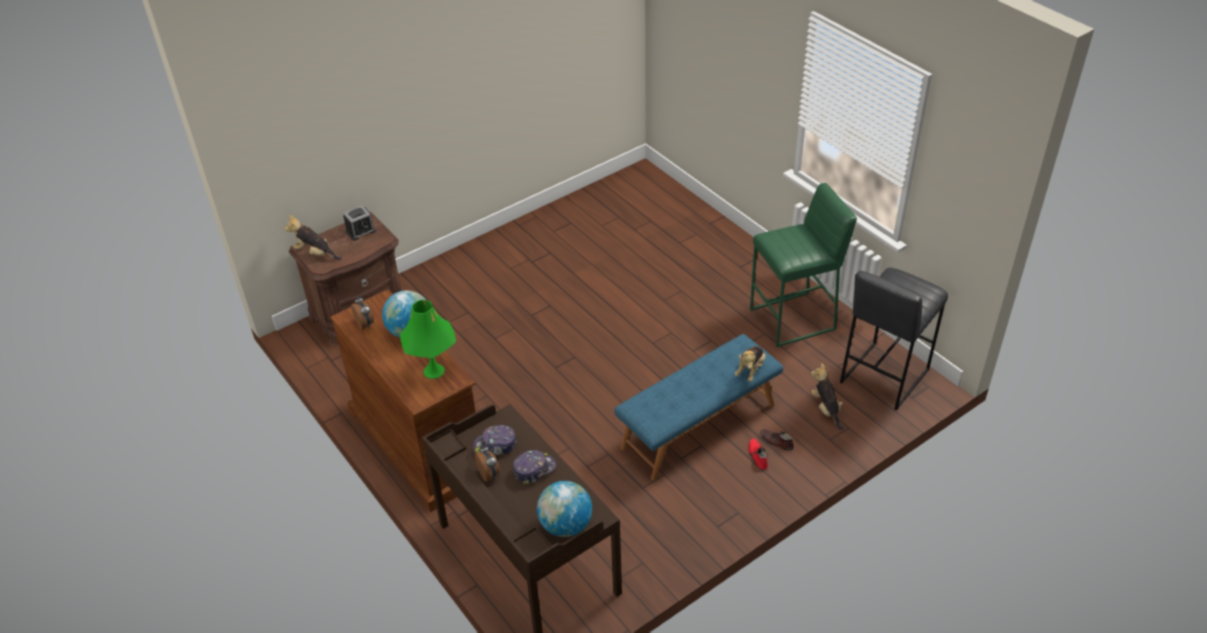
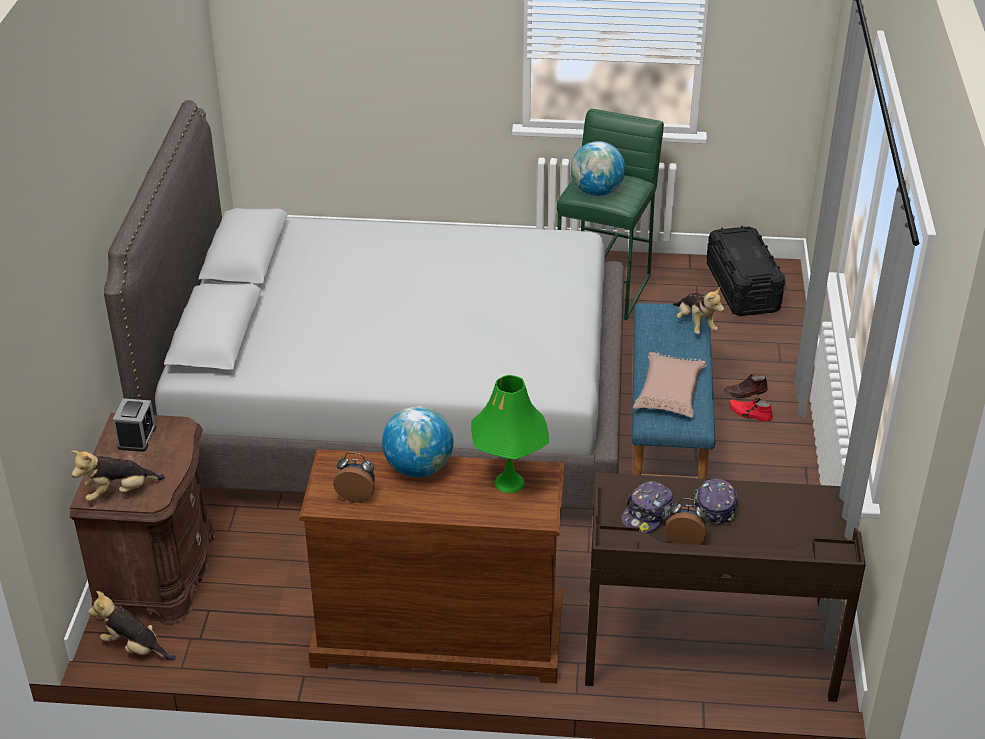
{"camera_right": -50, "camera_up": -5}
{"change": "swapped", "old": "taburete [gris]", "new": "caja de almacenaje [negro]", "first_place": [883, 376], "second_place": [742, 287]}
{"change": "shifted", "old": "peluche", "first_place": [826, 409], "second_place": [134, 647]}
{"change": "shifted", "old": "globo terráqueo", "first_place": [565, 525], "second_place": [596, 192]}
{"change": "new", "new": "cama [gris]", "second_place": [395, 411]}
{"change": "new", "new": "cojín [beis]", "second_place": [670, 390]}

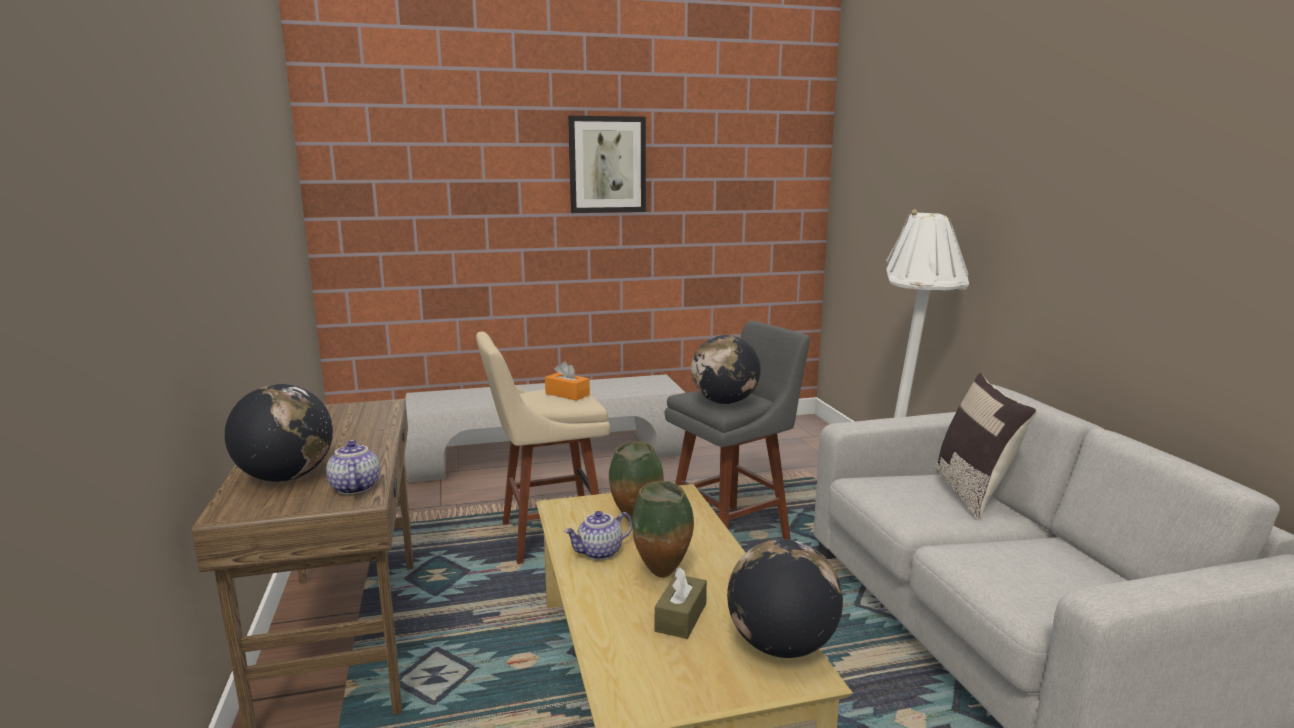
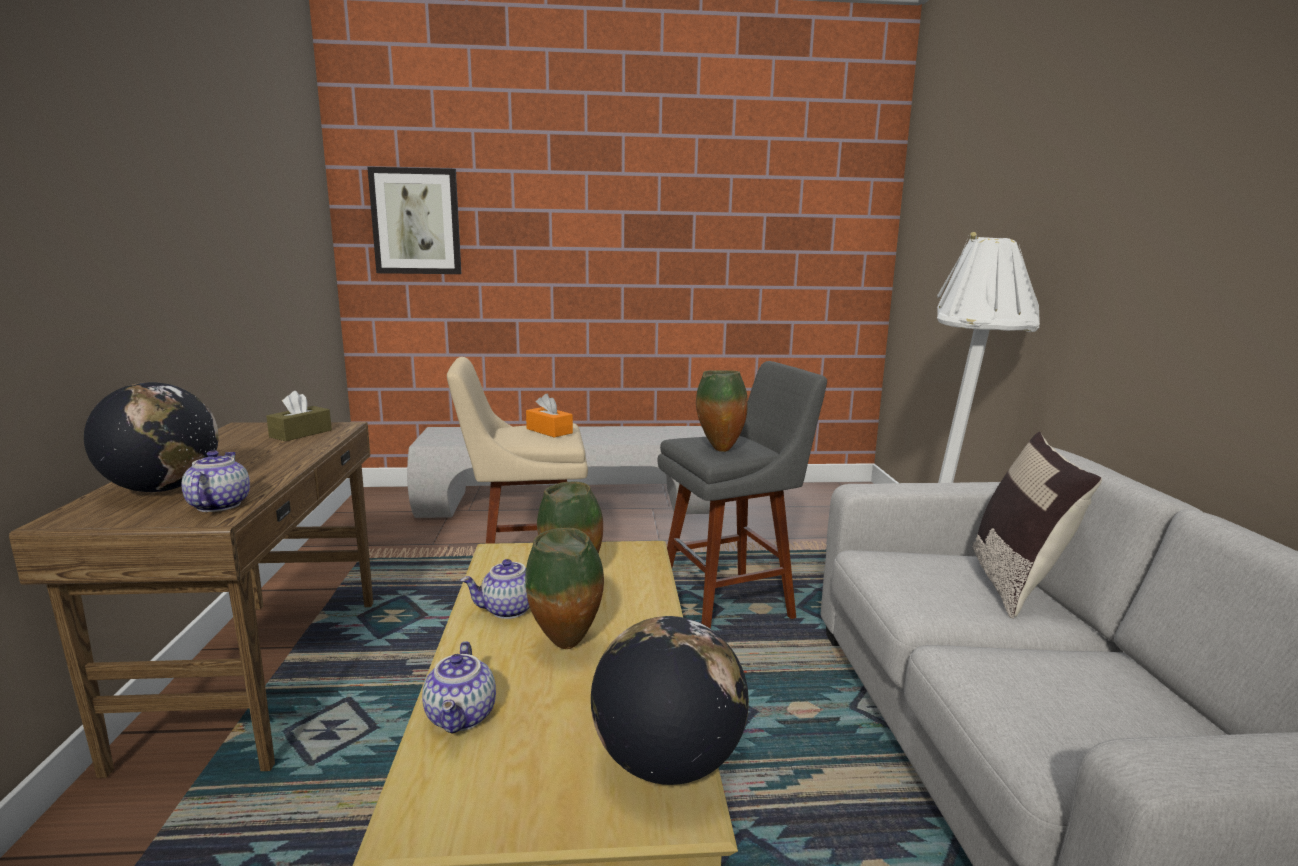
{"camera_right": 10, "camera_up": 0}
{"change": "shifted", "old": "cuadro", "first_place": [607, 165], "second_place": [416, 221]}
{"change": "swapped", "old": "globo terráqueo", "new": "florero", "first_place": [724, 402], "second_place": [719, 450]}
{"change": "shifted", "old": "caja de pañuelos [marrón]", "first_place": [681, 617], "second_place": [301, 433]}
{"change": "new", "new": "tetera", "second_place": [462, 717]}

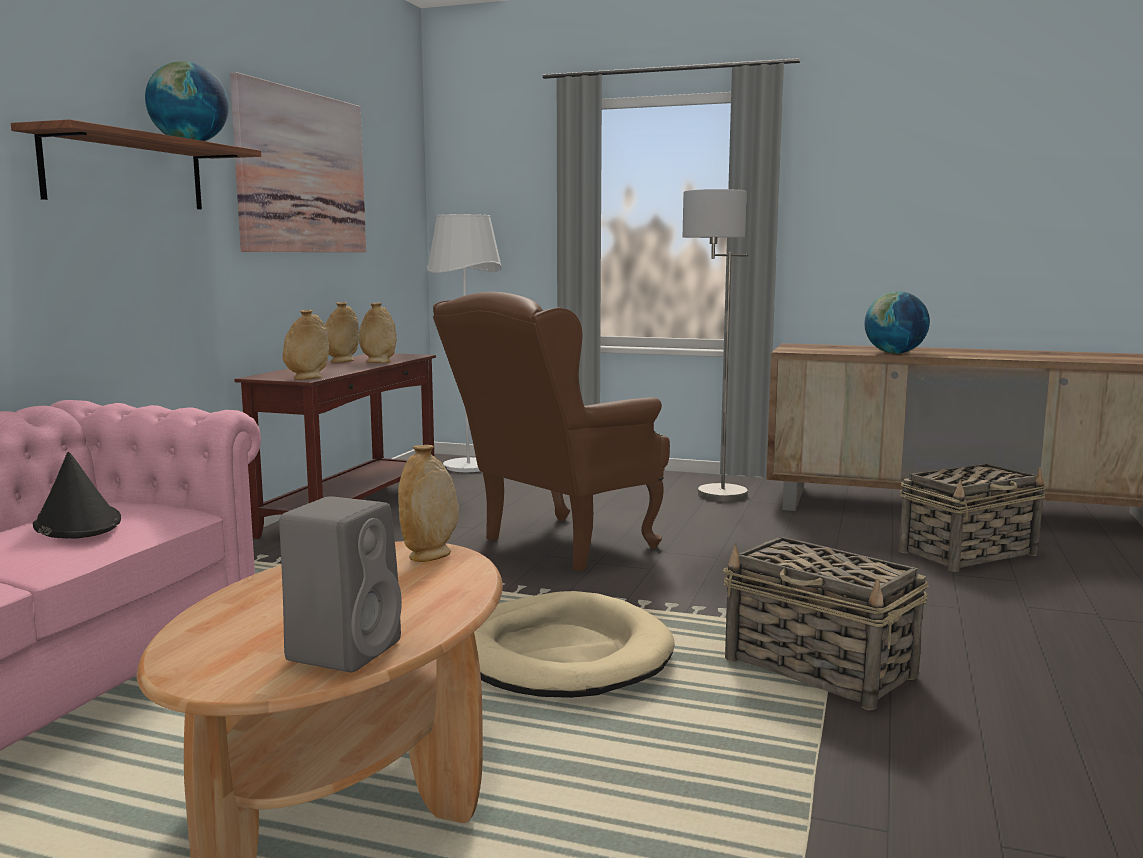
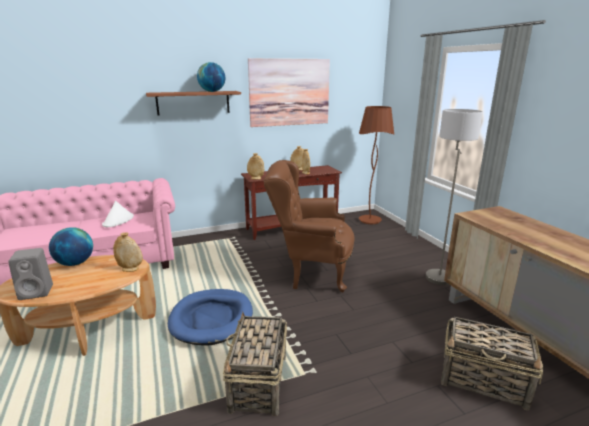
{"camera_right": 50, "camera_up": 10}
{"change": "repainted", "old": "lámpara de pie [blanco]", "new": "lámpara de pie [marrón]", "first_place": [468, 467], "second_place": [369, 220]}
{"change": "shifted", "old": "globo terráqueo", "first_place": [894, 353], "second_place": [75, 263]}
{"change": "repainted", "old": "sombrero [negro]", "new": "sombrero [blanco]", "first_place": [76, 523], "second_place": [118, 220]}
{"change": "repainted", "old": "cama para perro [beis]", "new": "cama para perro [azul]", "first_place": [559, 654], "second_place": [212, 319]}

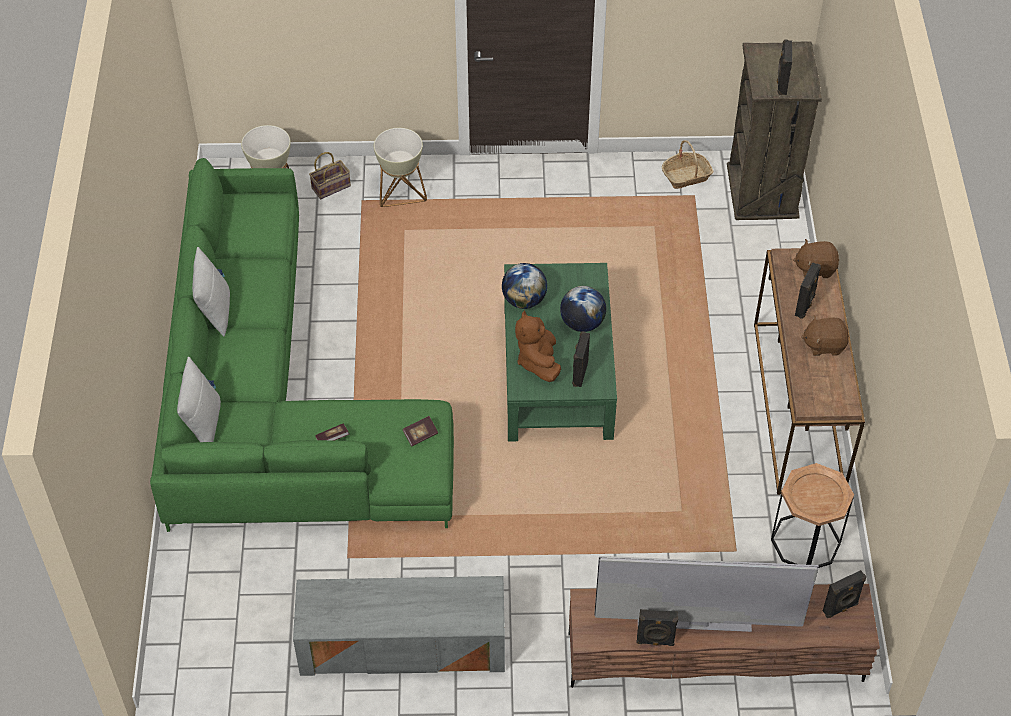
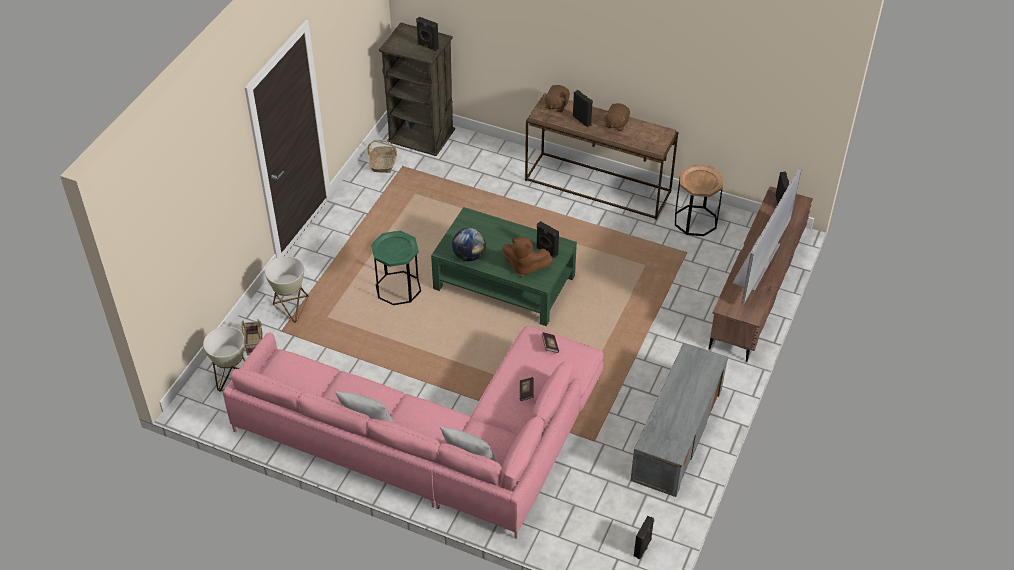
{"camera_right": -65, "camera_up": -5}
{"change": "repainted", "old": "sofá [verde]", "new": "sofá [rosa]", "first_place": [275, 399], "second_place": [435, 439]}
{"change": "gone", "old": "globo terráqueo", "first_place": [582, 323]}
{"change": "shifted", "old": "altavoz [negro]", "first_place": [655, 641], "second_place": [643, 548]}
{"change": "new", "new": "mesa auxiliar [verde]", "second_place": [398, 288]}

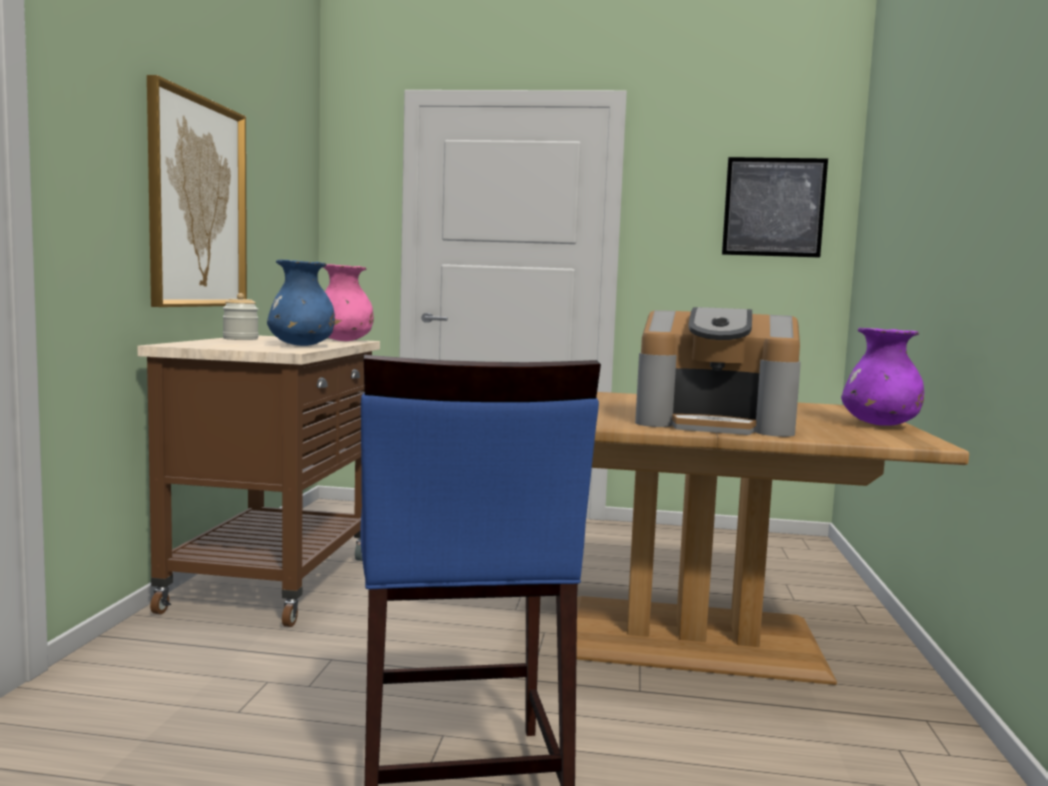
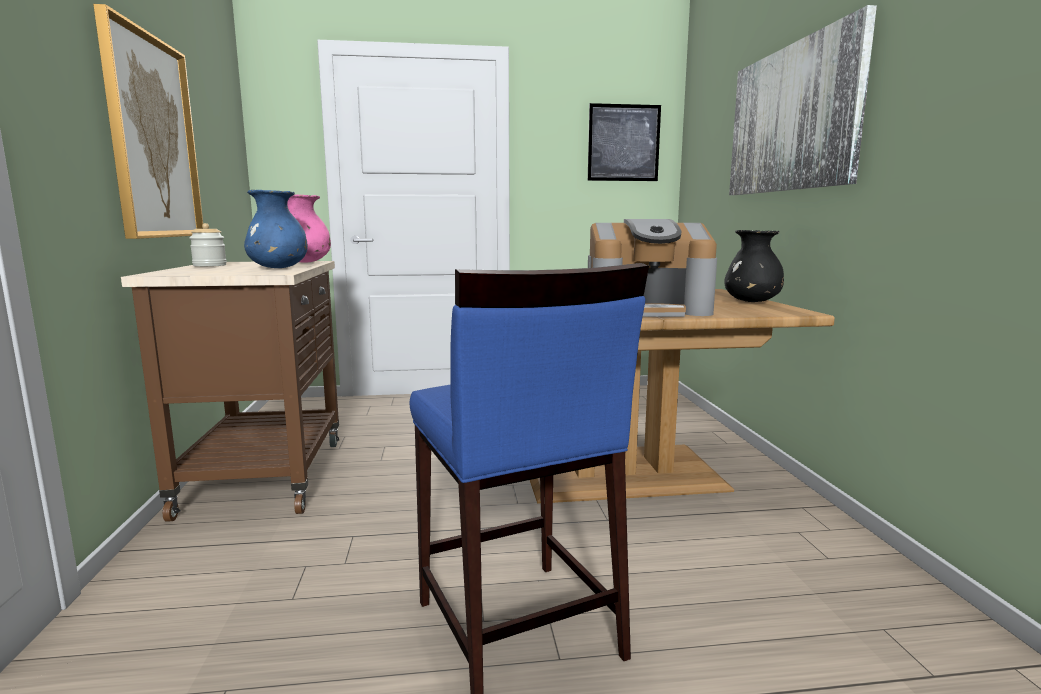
{"camera_right": -15, "camera_up": 5}
{"change": "repainted", "old": "florero [morado]", "new": "florero [negro]", "first_place": [879, 425], "second_place": [751, 302]}
{"change": "new", "new": "cuadro", "second_place": [792, 119]}

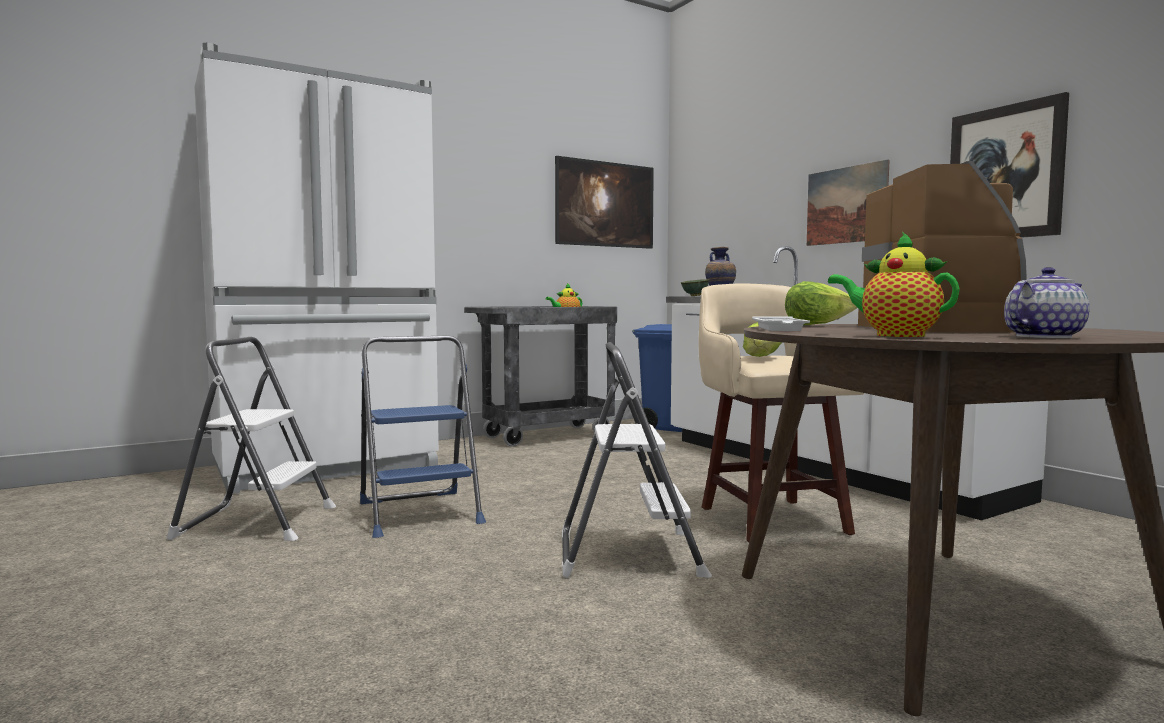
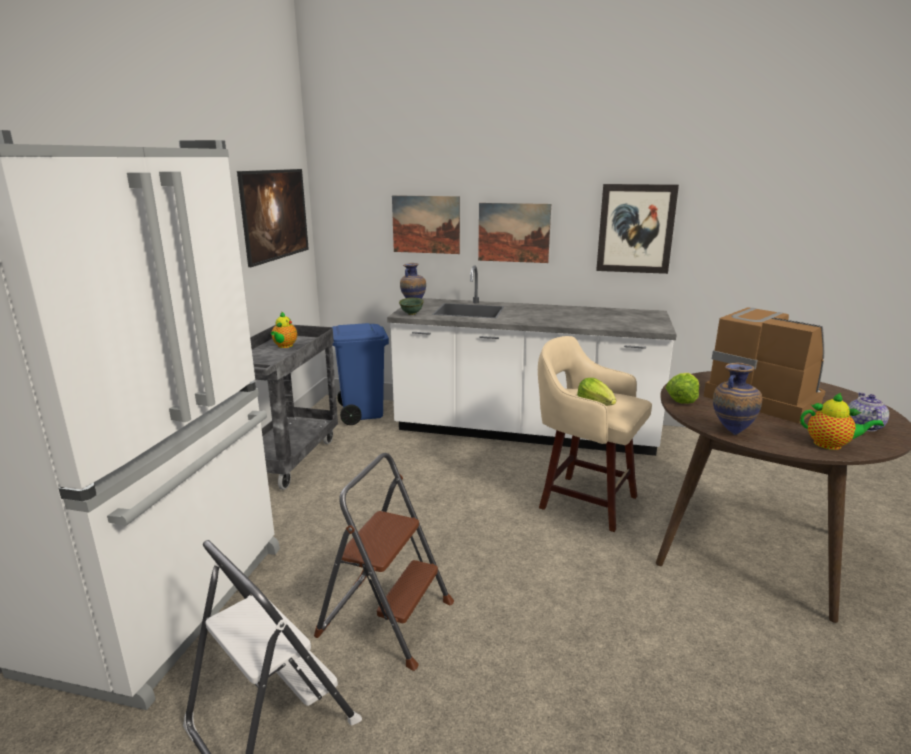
{"camera_right": -45, "camera_up": 15}
{"change": "rotated", "old": "tetera", "first_place": [894, 335], "second_place": [831, 445], "degrees": -150}
{"change": "swapped", "old": "bandeja [blanco]", "new": "florero", "first_place": [779, 329], "second_place": [731, 432]}
{"change": "repainted", "old": "escalera de tijera [azul]", "new": "escalera de tijera [marrón]", "first_place": [419, 511], "second_place": [381, 616]}
{"change": "gone", "old": "escalera de tijera [blanco]", "first_place": [622, 553]}
{"change": "new", "new": "cuadro", "second_place": [426, 224]}

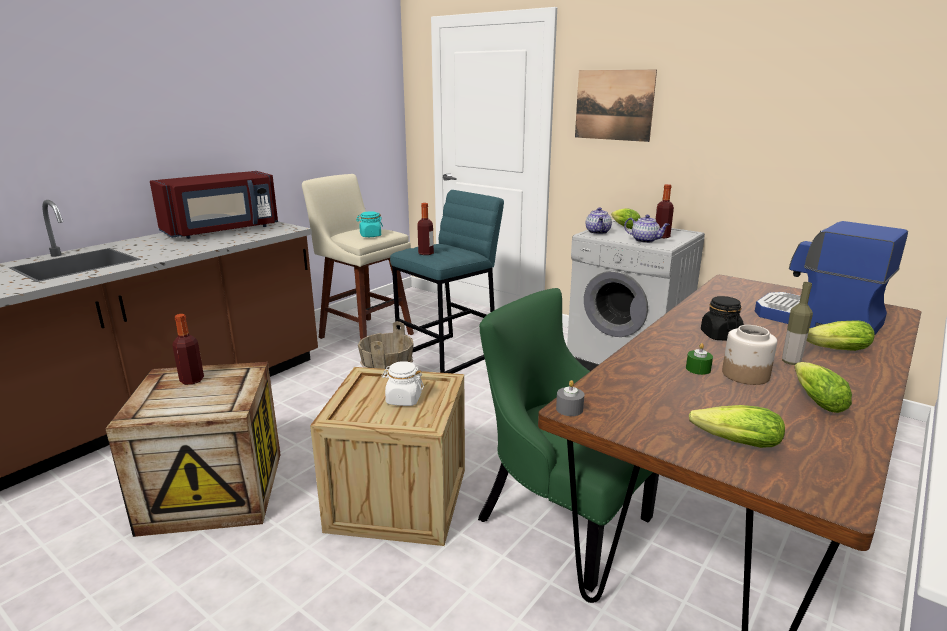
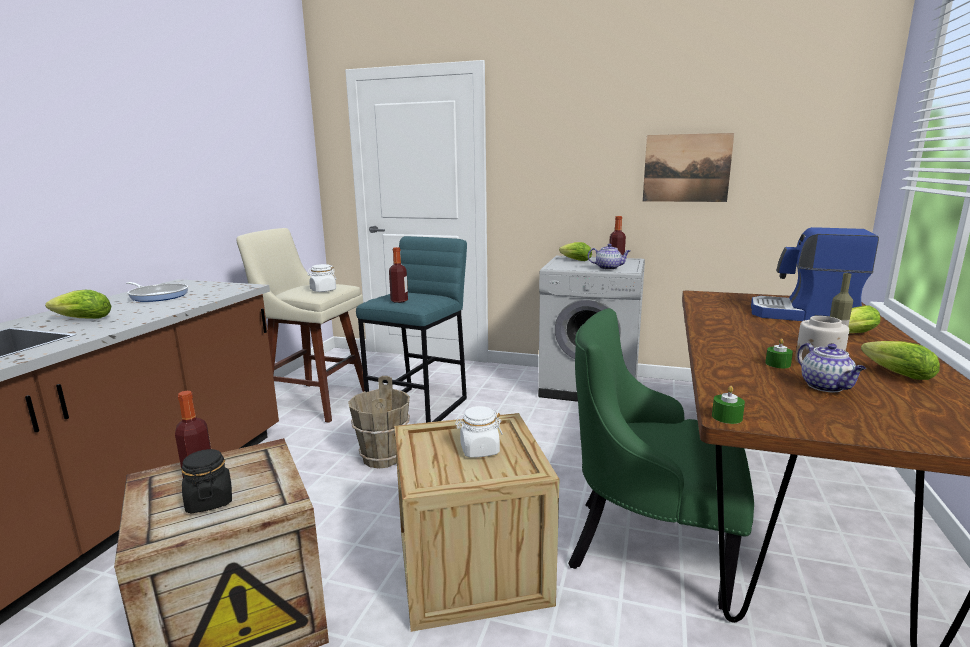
{"camera_right": -20, "camera_up": -5}
{"change": "shifted", "old": "cuadro", "first_place": [613, 105], "second_place": [686, 168]}
{"change": "swapped", "old": "microondas [rojo]", "new": "sartén", "first_place": [222, 230], "second_place": [158, 296]}
{"change": "shifted", "old": "tetera", "first_place": [598, 232], "second_place": [826, 387]}
{"change": "repainted", "old": "tarro [turquesa]", "new": "tarro [blanco]", "first_place": [370, 236], "second_place": [323, 290]}
{"change": "shifted", "old": "tarro [negro]", "first_place": [720, 335], "second_place": [209, 501]}
{"change": "repainted", "old": "vela [gris]", "new": "vela [verde]", "first_place": [569, 409], "second_place": [727, 417]}
{"change": "shifted", "old": "lechuga", "first_place": [731, 442], "second_place": [80, 319]}

